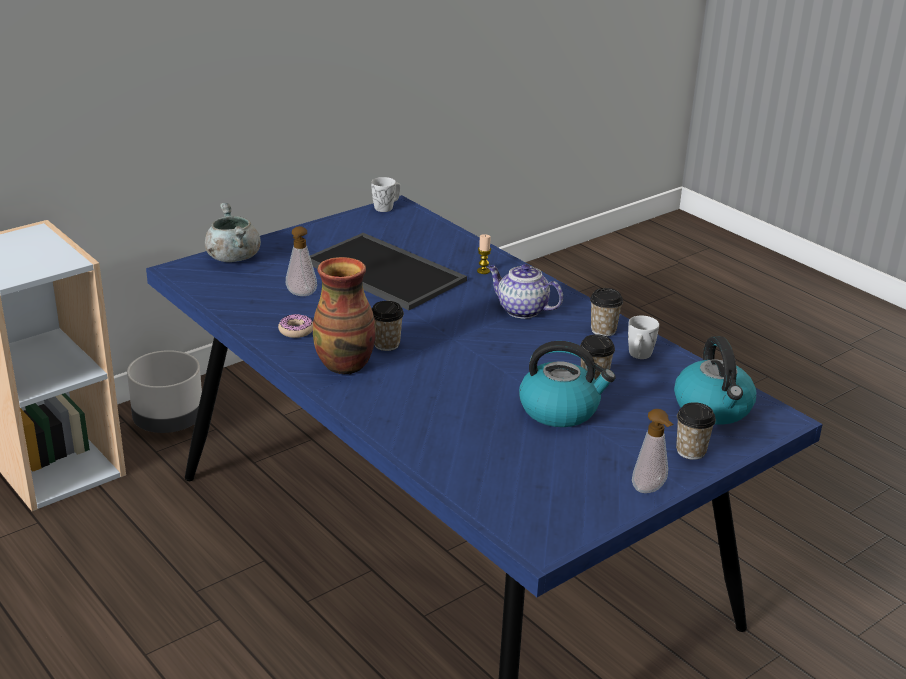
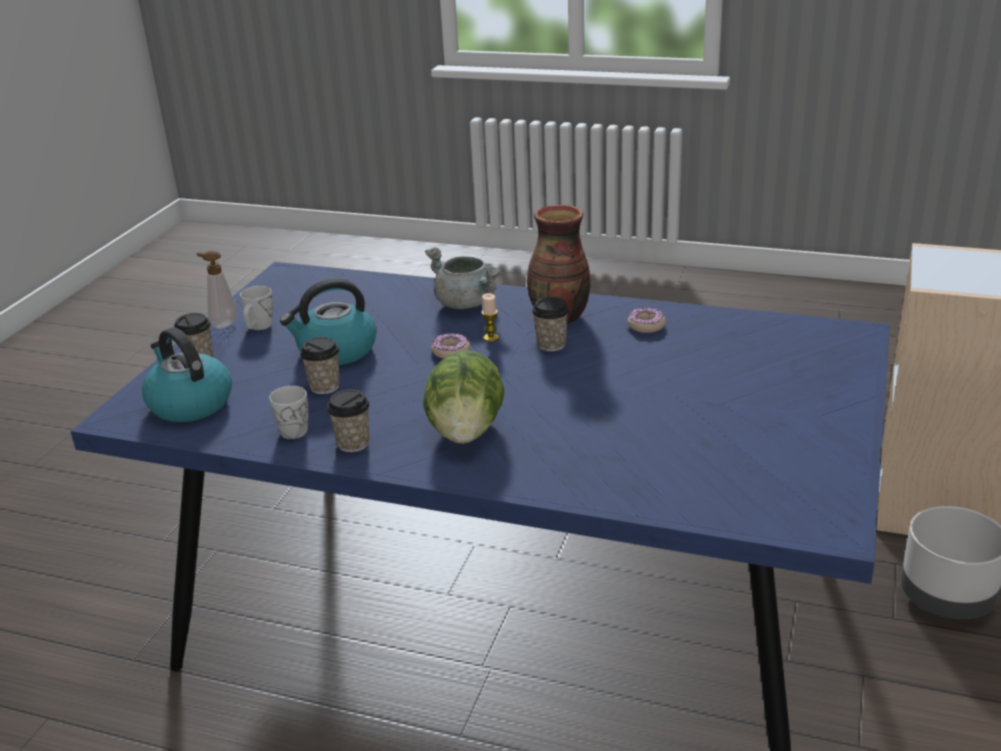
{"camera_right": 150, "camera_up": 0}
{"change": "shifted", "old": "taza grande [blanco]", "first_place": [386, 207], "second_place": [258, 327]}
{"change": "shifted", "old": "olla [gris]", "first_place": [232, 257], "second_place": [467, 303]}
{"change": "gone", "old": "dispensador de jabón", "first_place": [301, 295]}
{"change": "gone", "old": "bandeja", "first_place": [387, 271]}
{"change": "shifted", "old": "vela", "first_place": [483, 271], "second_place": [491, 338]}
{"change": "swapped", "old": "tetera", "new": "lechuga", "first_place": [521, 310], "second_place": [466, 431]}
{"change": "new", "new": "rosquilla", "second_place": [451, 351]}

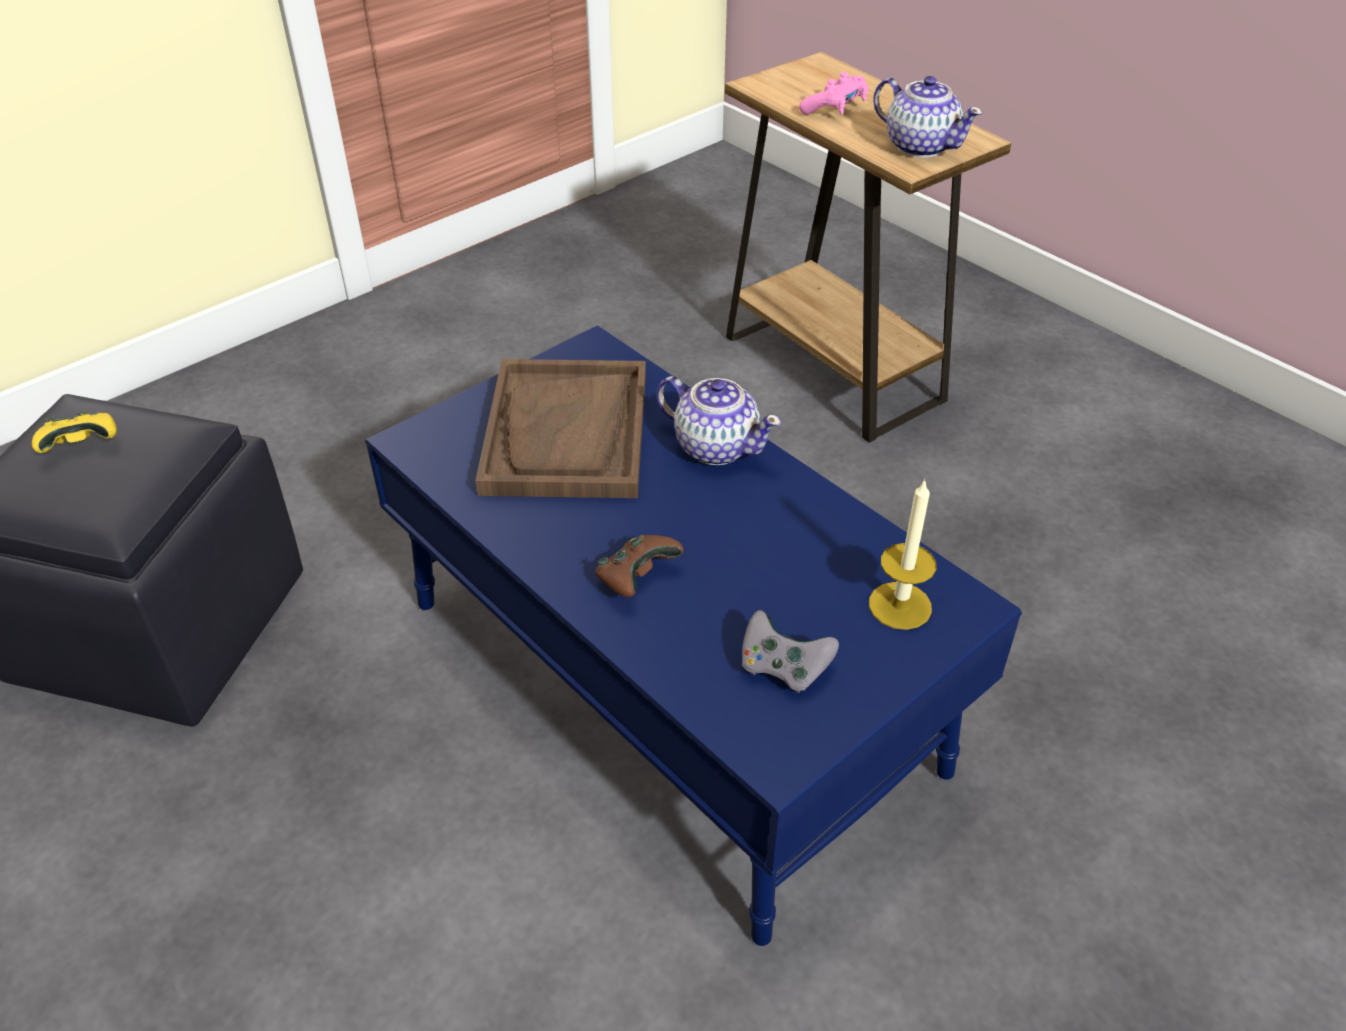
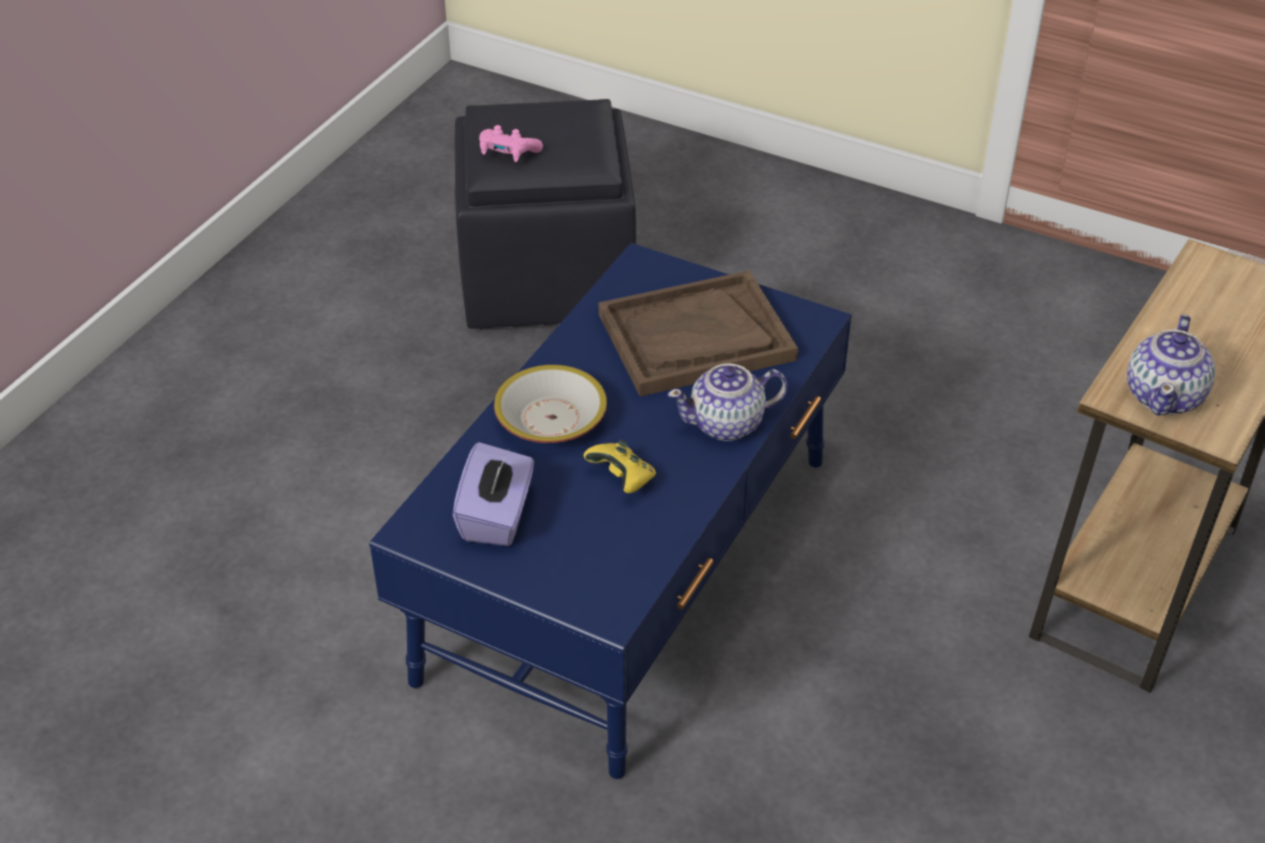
{"camera_right": 70, "camera_up": 0}
{"change": "shifted", "old": "mando de consola [rosa]", "first_place": [835, 108], "second_place": [508, 153]}
{"change": "rotated", "old": "tetera", "first_place": [715, 446], "second_place": [727, 424], "degrees": 60}
{"change": "shifted", "old": "mando de consola [amarillo]", "first_place": [83, 446], "second_place": [623, 479]}
{"change": "gone", "old": "vela", "first_place": [900, 605]}
{"change": "swapped", "old": "mando de consola [marrón]", "new": "cuenco", "first_place": [636, 578], "second_place": [552, 419]}
{"change": "swapped", "old": "mando de consola [gris]", "new": "caja de pañuelos [morado]", "first_place": [783, 668], "second_place": [497, 516]}

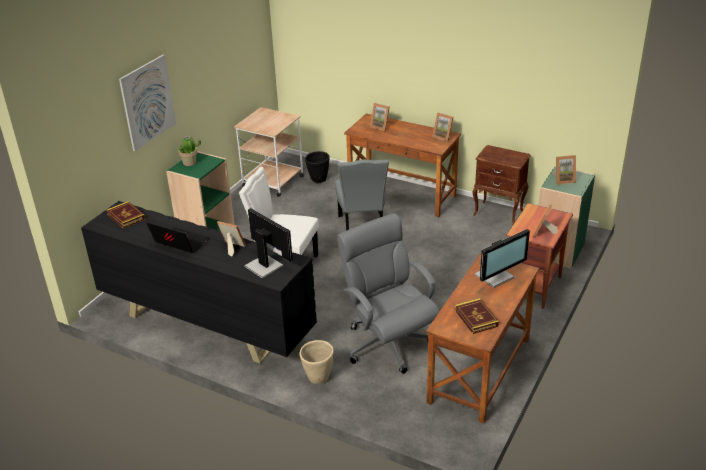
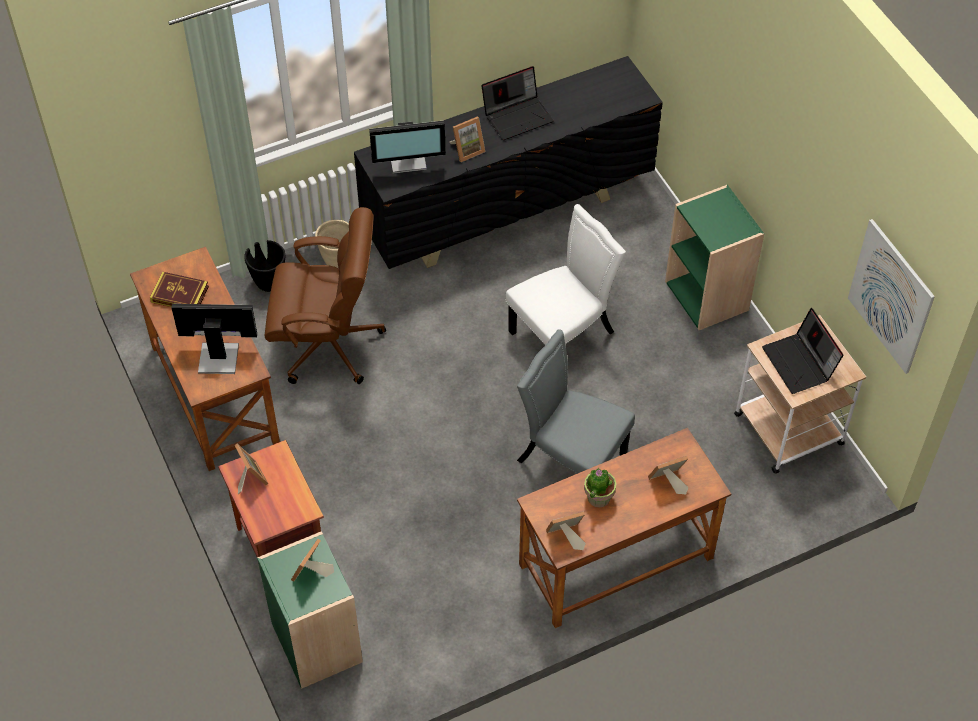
{"camera_right": 125, "camera_up": 20}
{"change": "shifted", "old": "cuadro", "first_place": [148, 102], "second_place": [890, 296]}
{"change": "shifted", "old": "planta en maceta", "first_place": [189, 162], "second_place": [598, 497]}
{"change": "gone", "old": "mesita de noche [marrón]", "first_place": [498, 213]}
{"change": "shifted", "old": "maceta [negro]", "first_place": [318, 179], "second_place": [269, 282]}
{"change": "gone", "old": "libro", "first_place": [126, 217]}
{"change": "repainted", "old": "silla de oficina [gris]", "new": "silla de oficina [marrón]", "first_place": [388, 344], "second_place": [328, 344]}
{"change": "rotated", "old": "monitor", "first_place": [496, 276], "second_place": [218, 357], "degrees": 90}
{"change": "new", "new": "portátil", "second_place": [800, 364]}

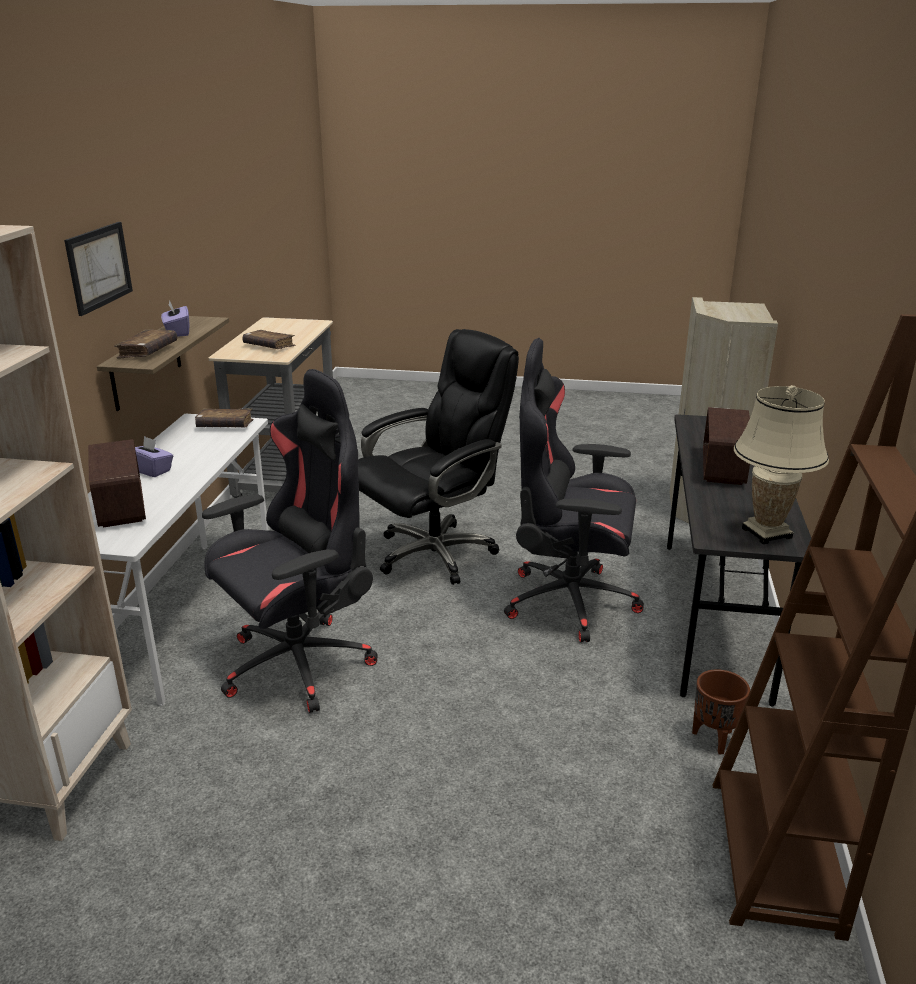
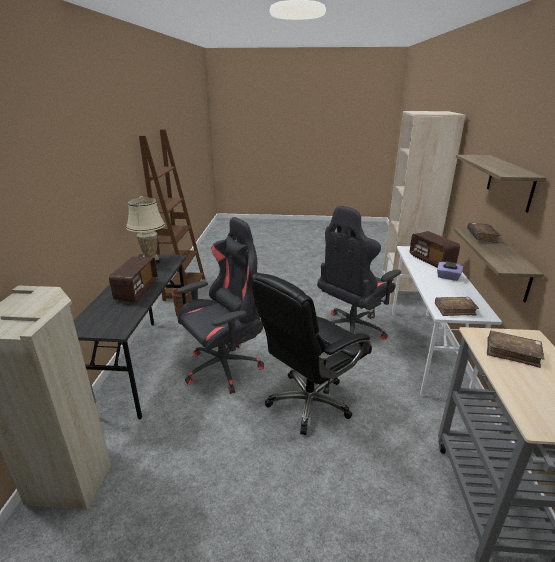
{"camera_right": 175, "camera_up": 0}
{"change": "swapped", "old": "cuadro", "new": "estante", "first_place": [99, 267], "second_place": [510, 182]}
{"change": "gone", "old": "caja de pañuelos [morado]", "first_place": [177, 332]}
{"change": "rotated", "old": "silla de oficina [negro]", "first_place": [572, 602], "second_place": [222, 368], "degrees": -45}

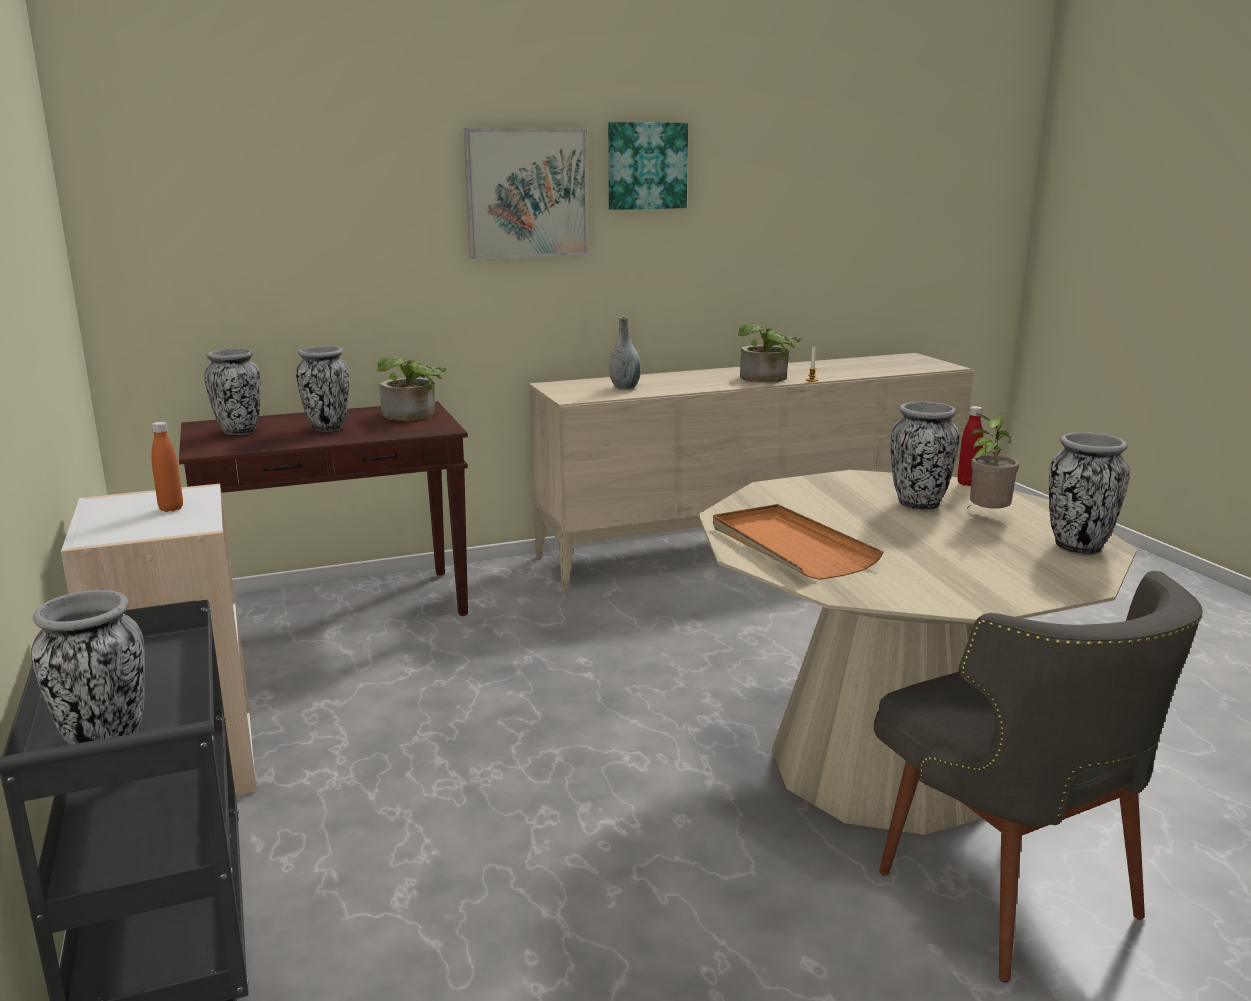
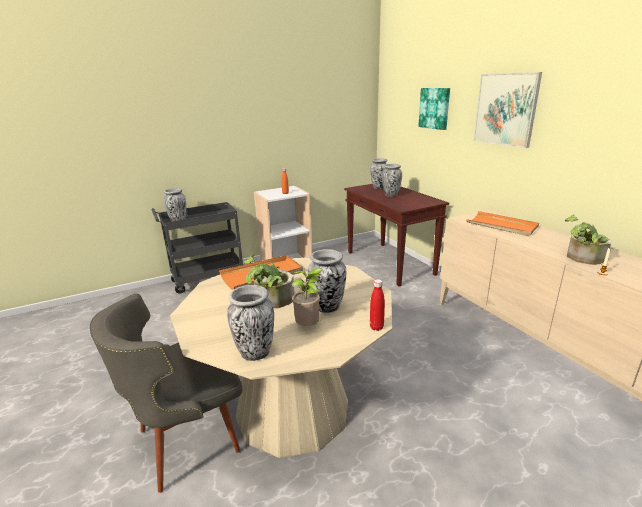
{"camera_right": 85, "camera_up": 5}
{"change": "shifted", "old": "cuadro", "first_place": [646, 166], "second_place": [435, 108]}
{"change": "swapped", "old": "florero [gris]", "new": "bandeja [naranja]", "first_place": [625, 387], "second_place": [501, 226]}
{"change": "shifted", "old": "planta en maceta", "first_place": [412, 416], "second_place": [270, 301]}

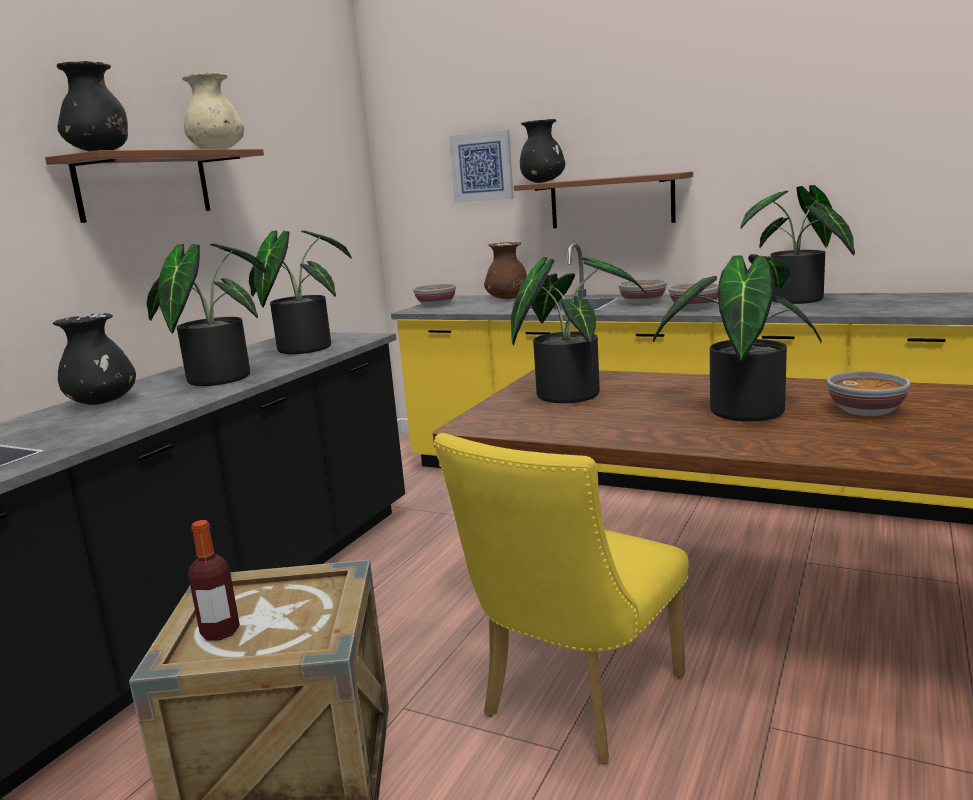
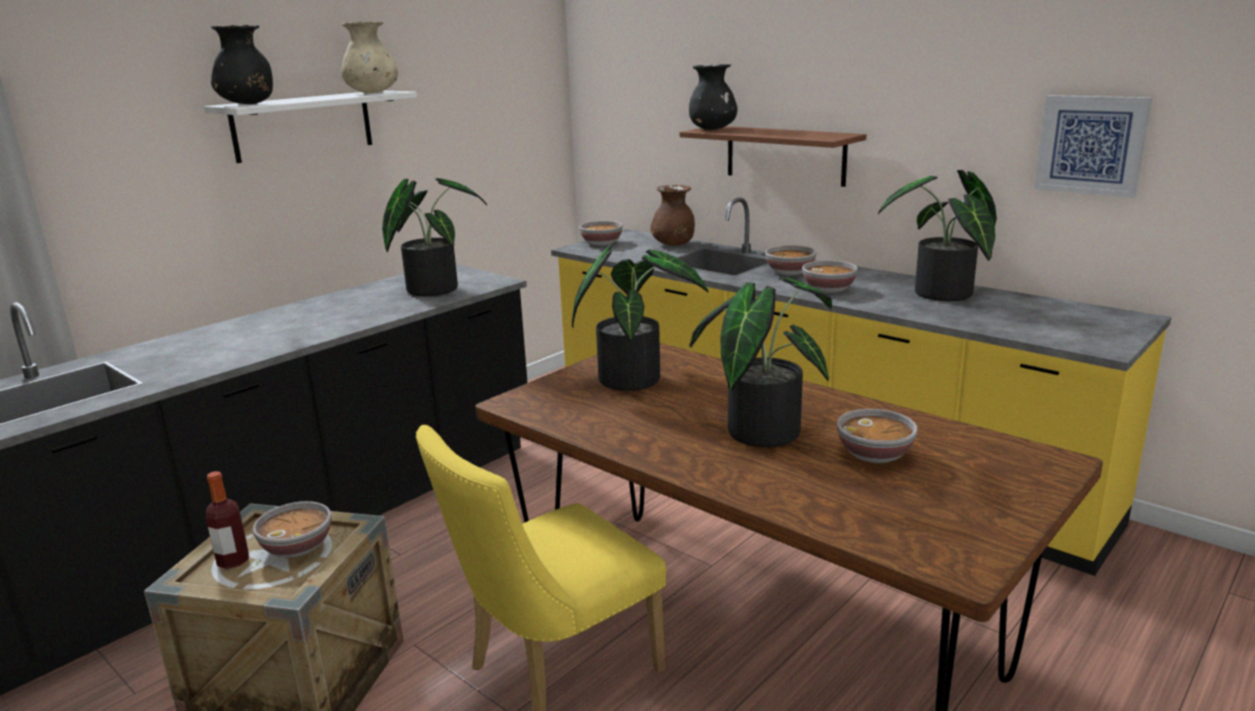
{"camera_right": 15, "camera_up": 5}
{"change": "shifted", "old": "cuadro", "first_place": [482, 167], "second_place": [1091, 145]}
{"change": "repainted", "old": "estante [marrón]", "new": "estante [blanco]", "first_place": [144, 186], "second_place": [303, 125]}
{"change": "gone", "old": "planta en maceta", "first_place": [217, 377]}
{"change": "gone", "old": "florero [negro]", "first_place": [103, 403]}
{"change": "new", "new": "cuenco", "second_place": [298, 547]}

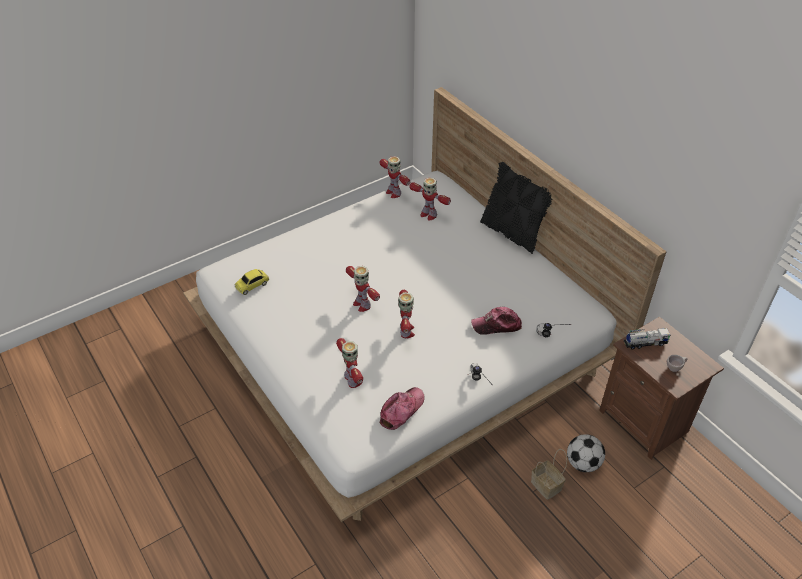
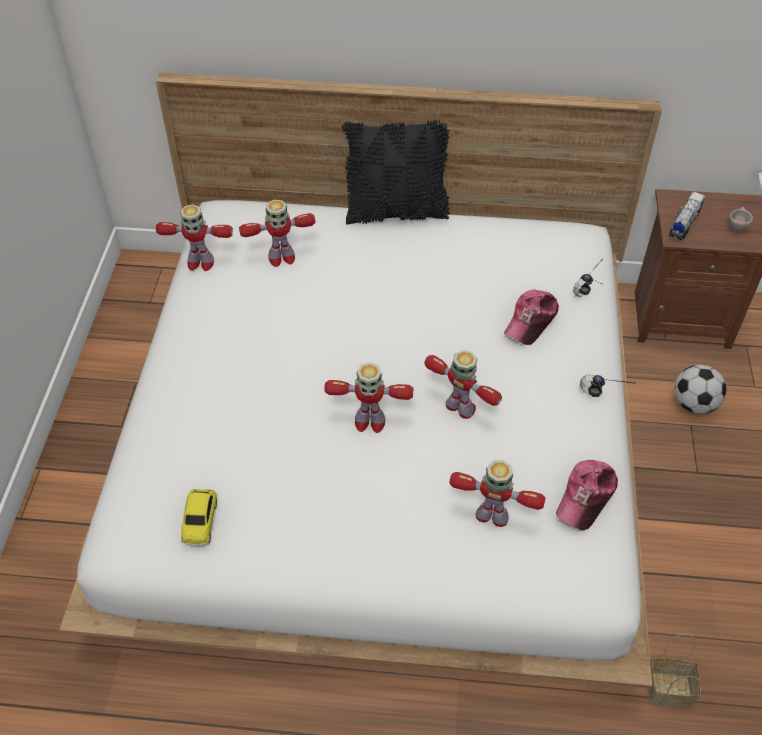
{"camera_right": -50, "camera_up": 5}
{"change": "rotated", "old": "gorra", "first_place": [401, 410], "second_place": [586, 497], "degrees": -135}
{"change": "shifted", "old": "cesta", "first_place": [547, 486], "second_place": [670, 689]}

